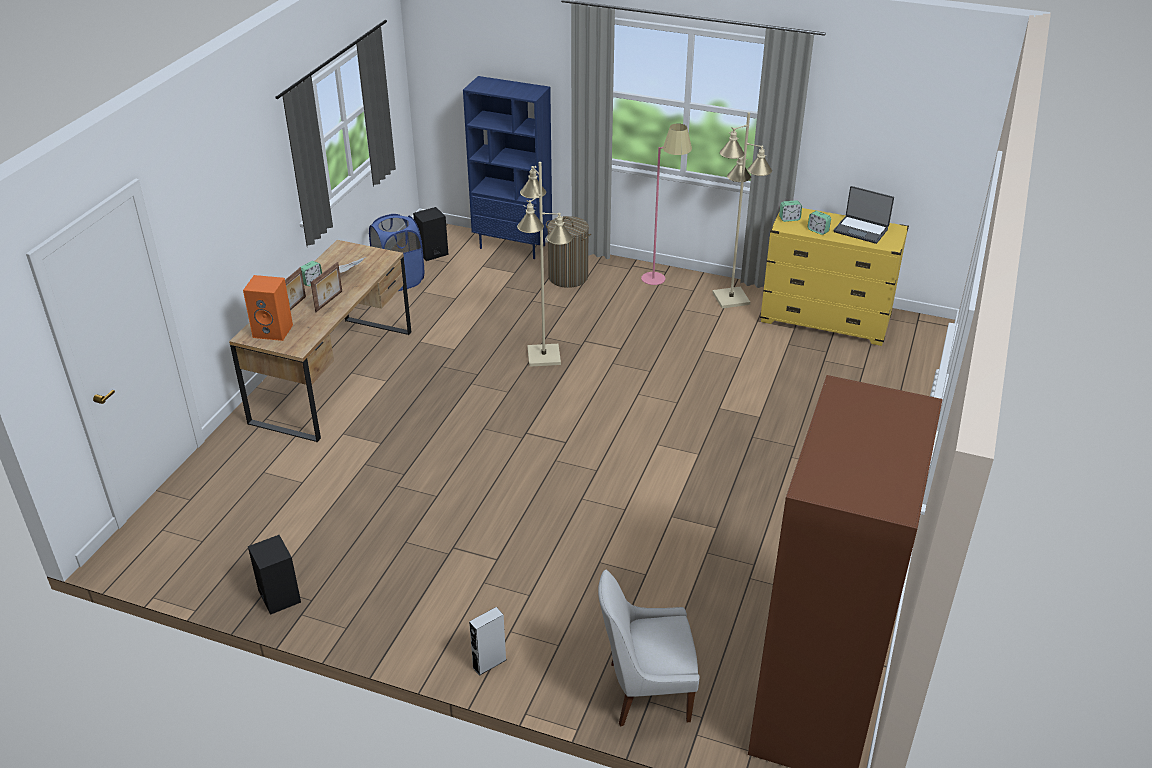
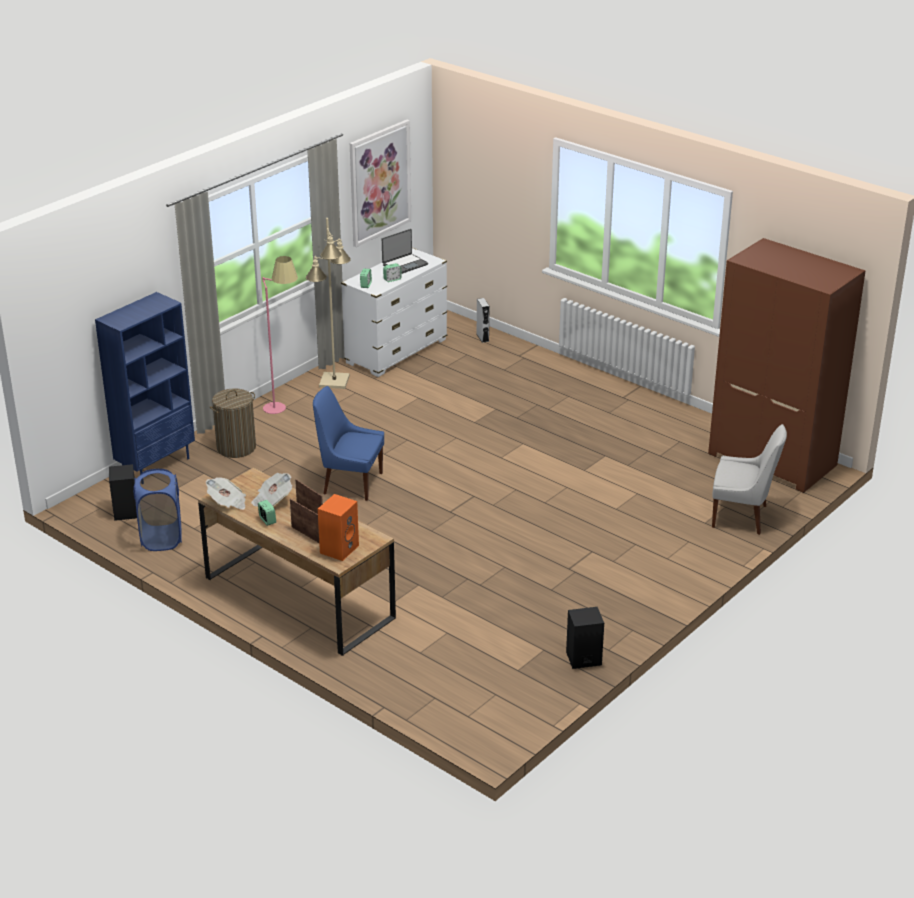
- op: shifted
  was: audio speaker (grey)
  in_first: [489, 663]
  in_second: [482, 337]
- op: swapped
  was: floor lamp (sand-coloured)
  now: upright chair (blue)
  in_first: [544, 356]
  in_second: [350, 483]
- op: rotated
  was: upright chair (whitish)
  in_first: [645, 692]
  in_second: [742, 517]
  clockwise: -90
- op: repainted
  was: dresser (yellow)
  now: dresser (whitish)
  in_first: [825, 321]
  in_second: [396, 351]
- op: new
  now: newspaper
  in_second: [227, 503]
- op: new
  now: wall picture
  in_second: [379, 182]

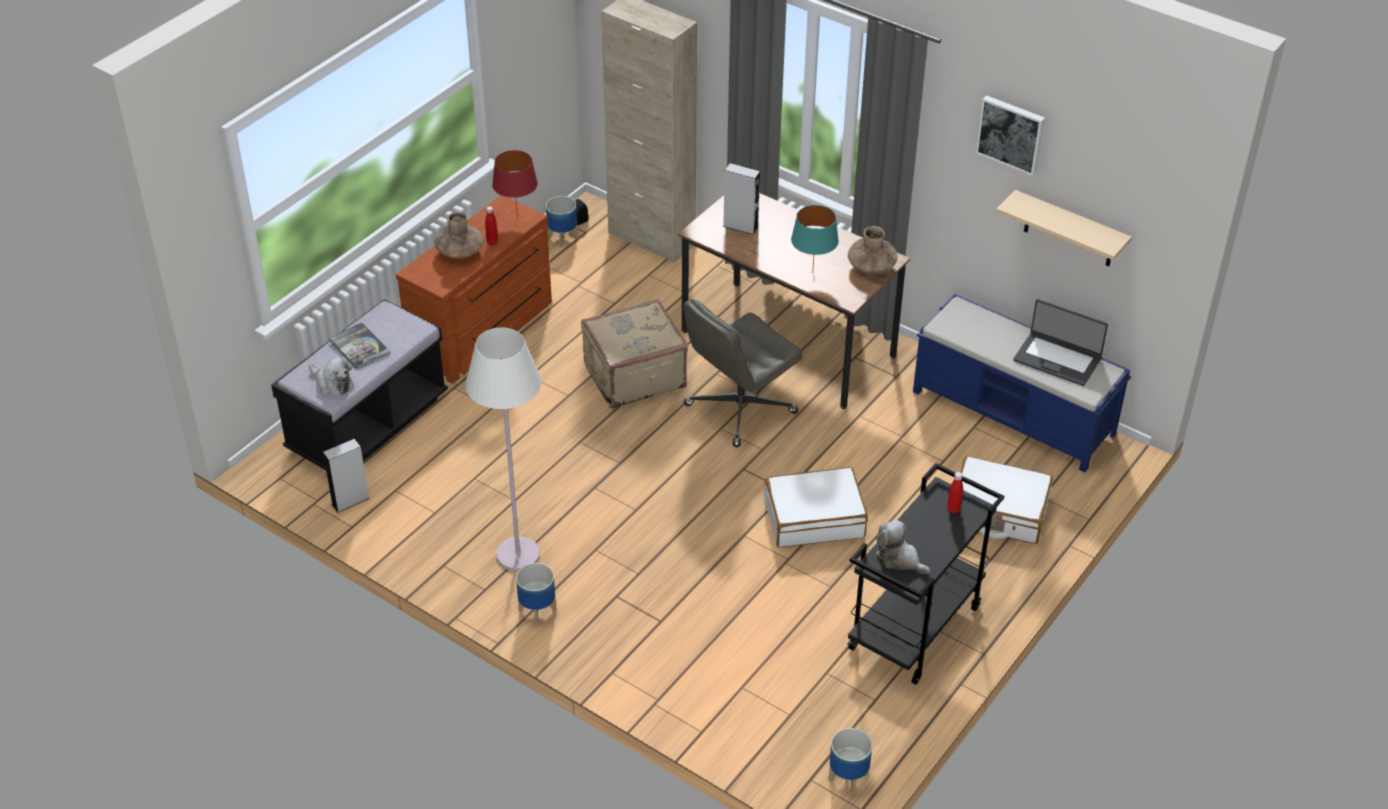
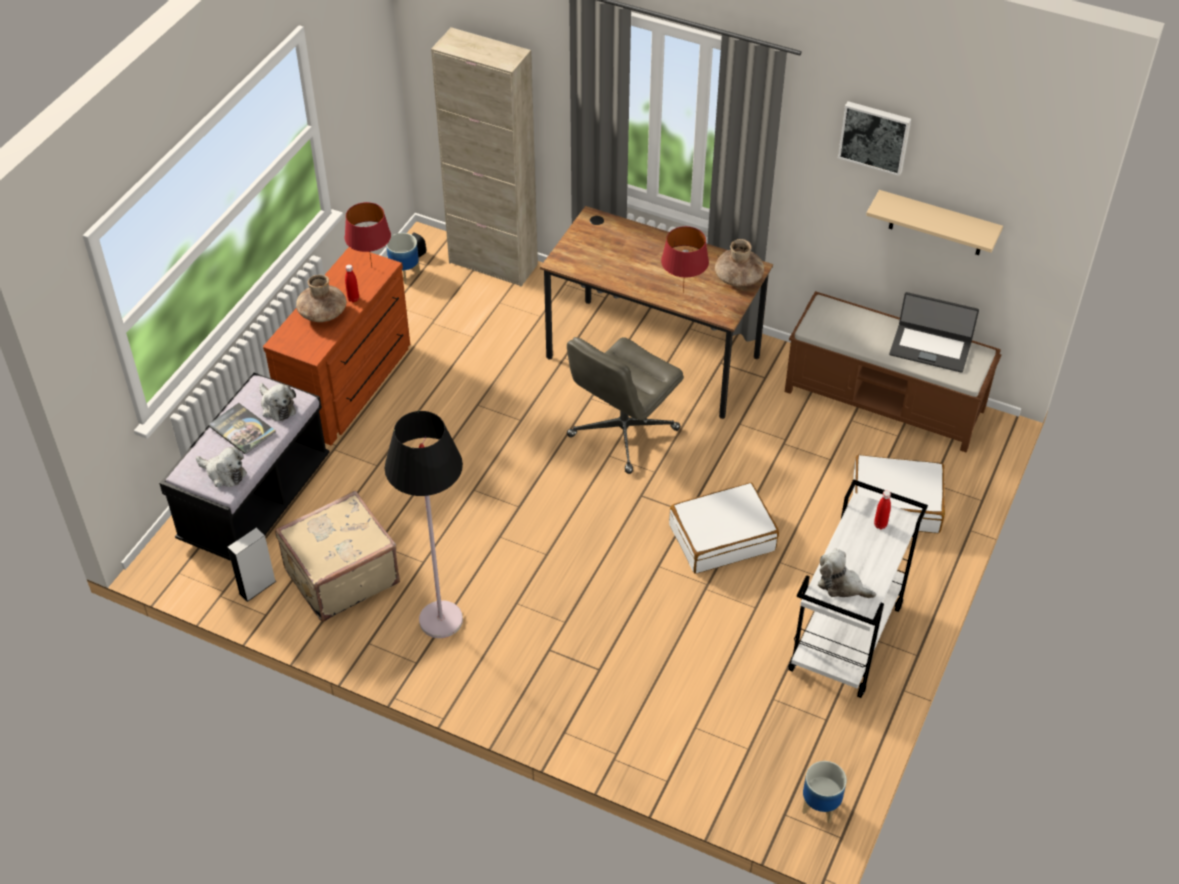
- op: repainted
  was: floor lamp (whitish)
  now: floor lamp (blackish)
  in_first: [518, 555]
  in_second: [441, 620]
- op: gone
  was: planter
  in_first: [537, 611]
- op: shifted
  was: travel case (sand-coloured)
  in_first: [633, 375]
  in_second: [340, 575]
- op: gone
  was: audio speaker (grey)
  in_first: [740, 226]
- op: repainted
  was: tabletop lamp (turquoise)
  now: tabletop lamp (red-coloured)
  in_first: [813, 273]
  in_second: [683, 293]
- op: repainted
  was: wheeled cart (blackish)
  now: wheeled cart (whitish)
  in_first: [914, 629]
  in_second: [846, 640]
- op: repainted
  was: bench (blue)
  now: bench (brownish)
  in_first: [1014, 413]
  in_second: [886, 401]
- op: new
  now: cuddly toy
  in_second: [277, 407]

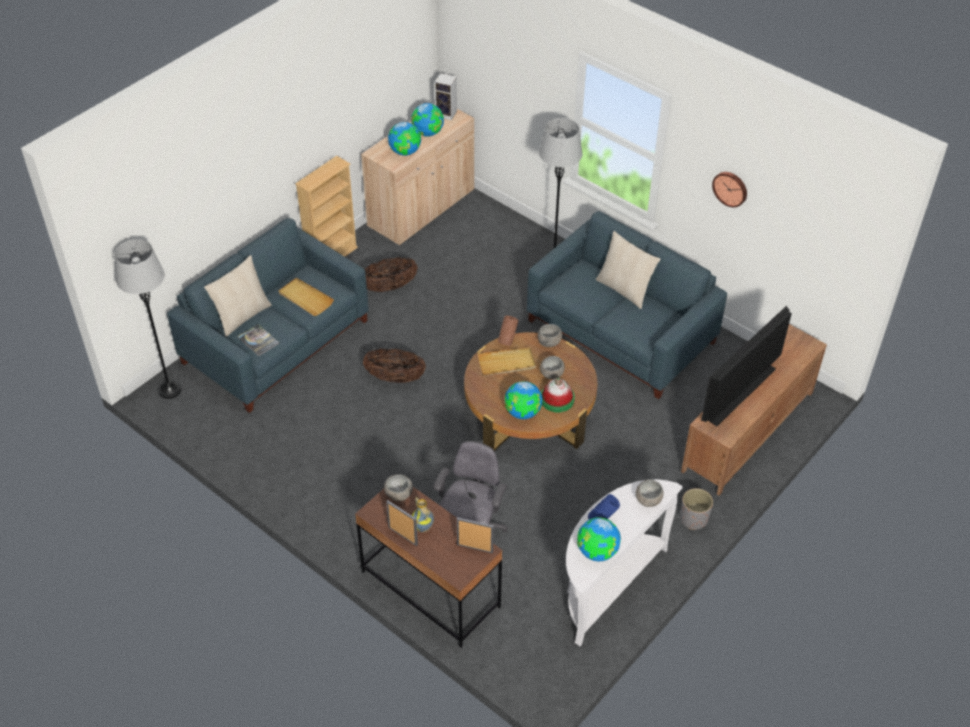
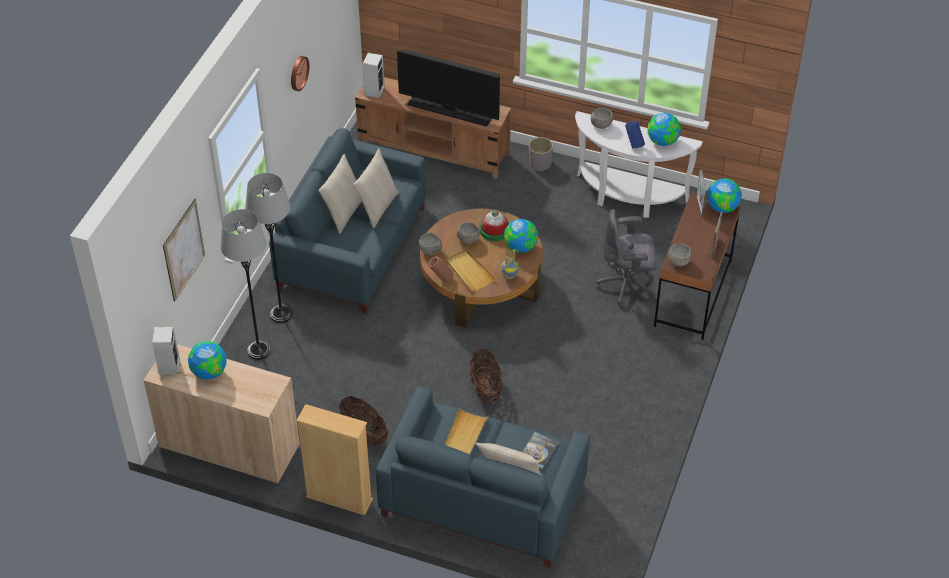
- op: shifted
  was: floor lamp (grey)
  in_first: [169, 390]
  in_second: [258, 351]
- op: shifted
  was: world globe
  in_first: [405, 151]
  in_second: [722, 207]
- op: shifted
  was: flower vase
  in_first: [423, 527]
  in_second: [509, 275]
- op: new
  now: wall picture
  in_second: [184, 250]
- op: new
  now: pillow (sand-coloured)
  in_second: [377, 207]
- op: new
  now: audio speaker
  in_second: [374, 90]

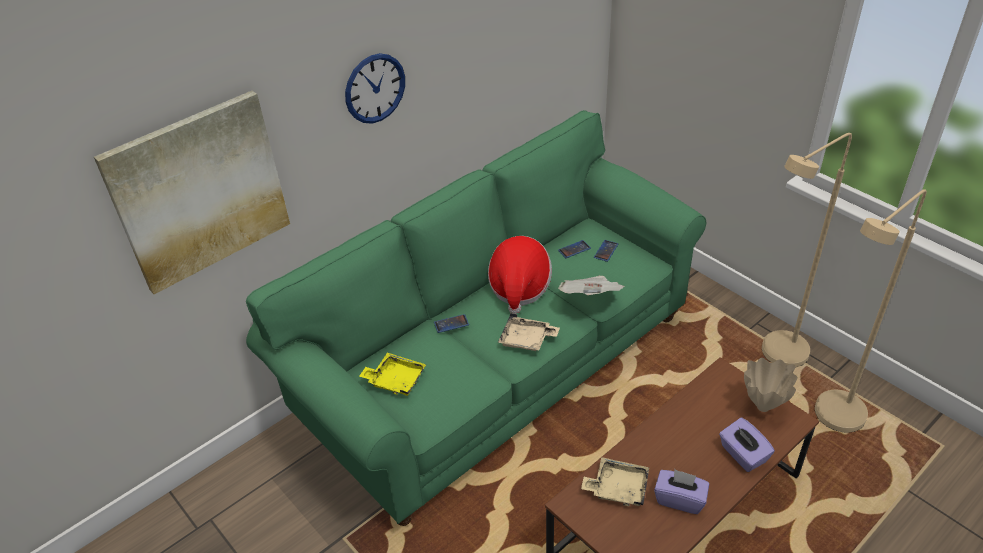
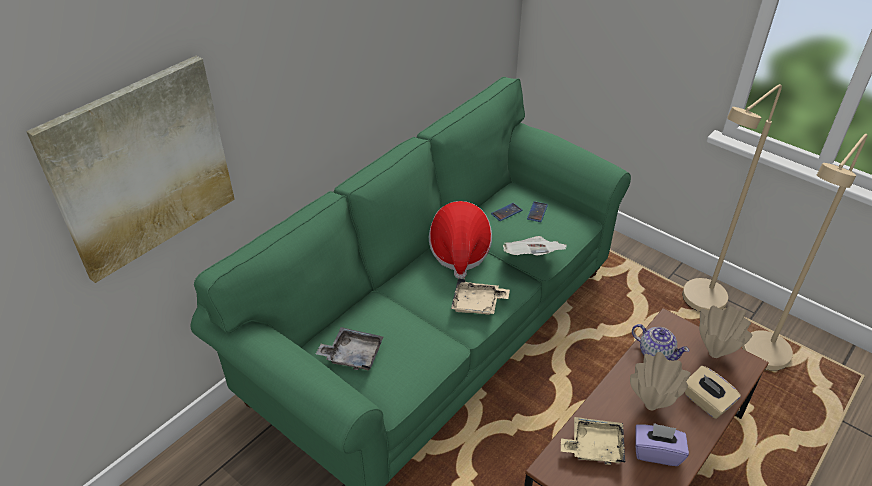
- op: gone
  was: hanging clock
  in_first: [375, 88]
- op: repainted
  was: serving tray (yellow)
  now: serving tray (grey)
  in_first: [395, 380]
  in_second: [352, 355]
- op: gone
  was: telephone
  in_first: [451, 324]
- op: repainted
  was: box of tissues (purplish)
  now: box of tissues (sand-coloured)
  in_first: [742, 455]
  in_second: [706, 402]
- op: new
  now: flower vase (sand-coloured)
  in_second: [652, 405]
- op: new
  now: teapot
  in_second: [655, 353]

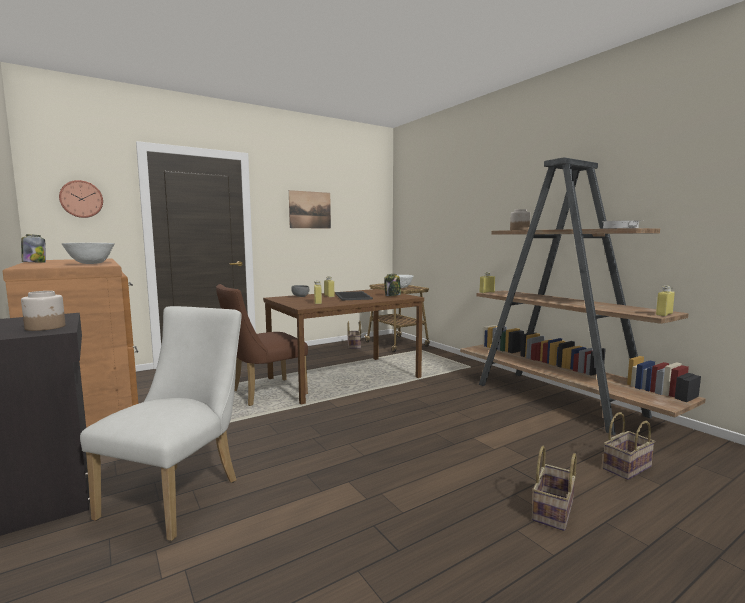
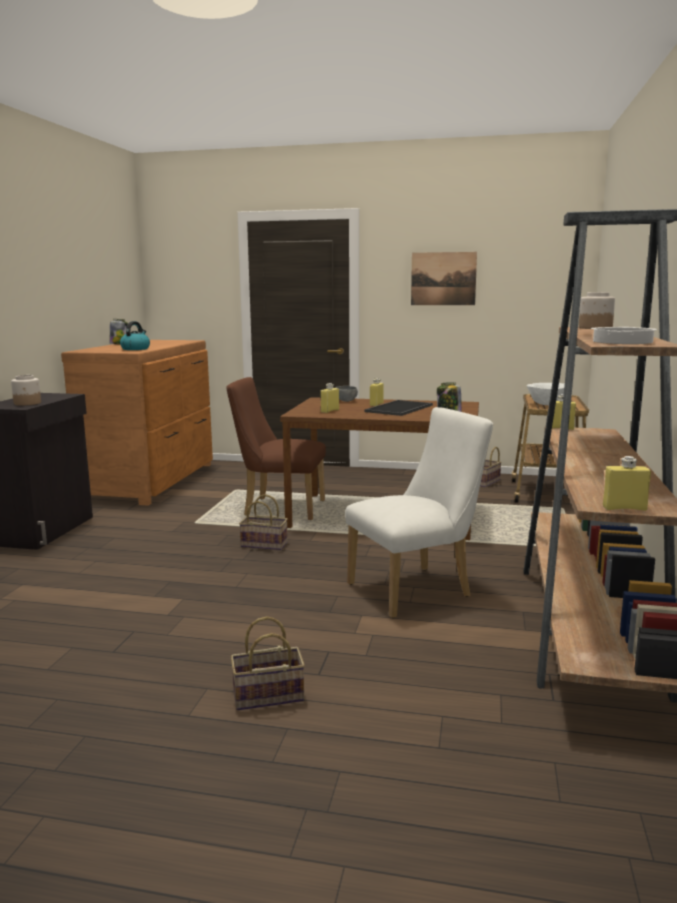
- op: gone
  was: hanging clock
  in_first: [81, 199]
- op: swapped
  was: serving bowl (whitish)
  now: water kettle
  in_first: [90, 264]
  in_second: [135, 349]
- op: shifted
  was: upright chair (whitish)
  in_first: [179, 494]
  in_second: [417, 589]
- op: shifted
  was: storage basket
  in_first: [626, 467]
  in_second: [265, 544]

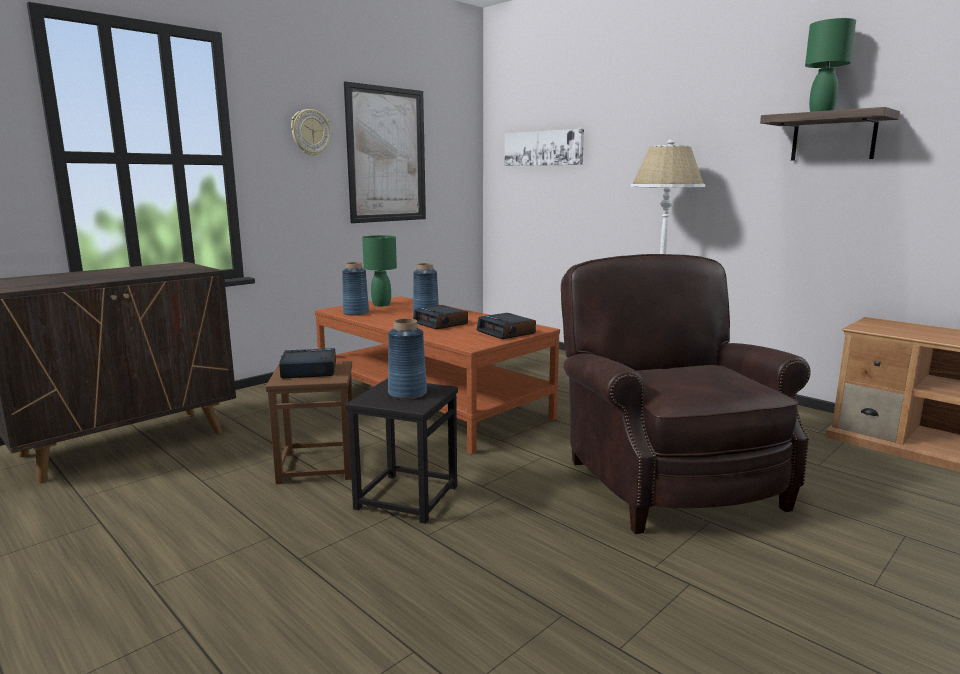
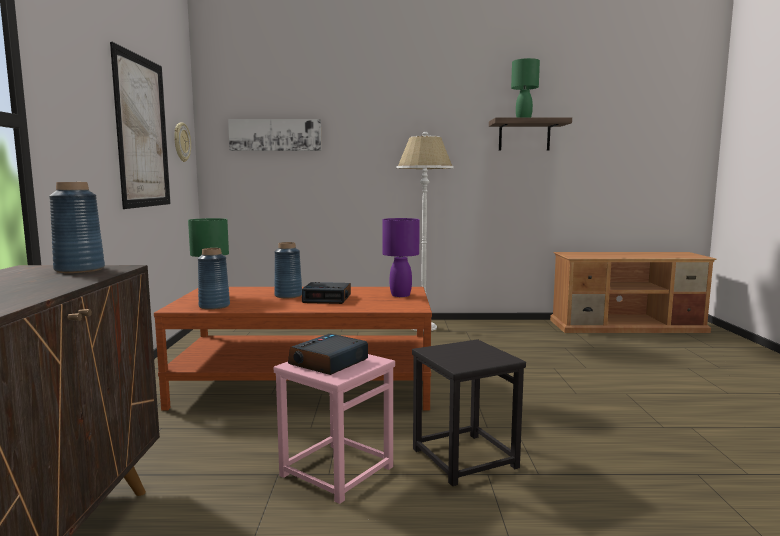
- op: repainted
  was: stool (brownish)
  now: stool (pink-coloured)
  in_first: [318, 465]
  in_second: [336, 471]
- op: shifted
  was: hanging clock
  in_first: [310, 132]
  in_second: [181, 142]
- op: shifted
  was: flower vase (blue)
  in_first: [407, 393]
  in_second: [79, 269]
- op: swapped
  was: table clock
  now: tabletop lamp (purplish)
  in_first: [506, 332]
  in_second: [401, 295]
- op: gone
  was: lounge chair (brownish)
  in_first: [666, 479]

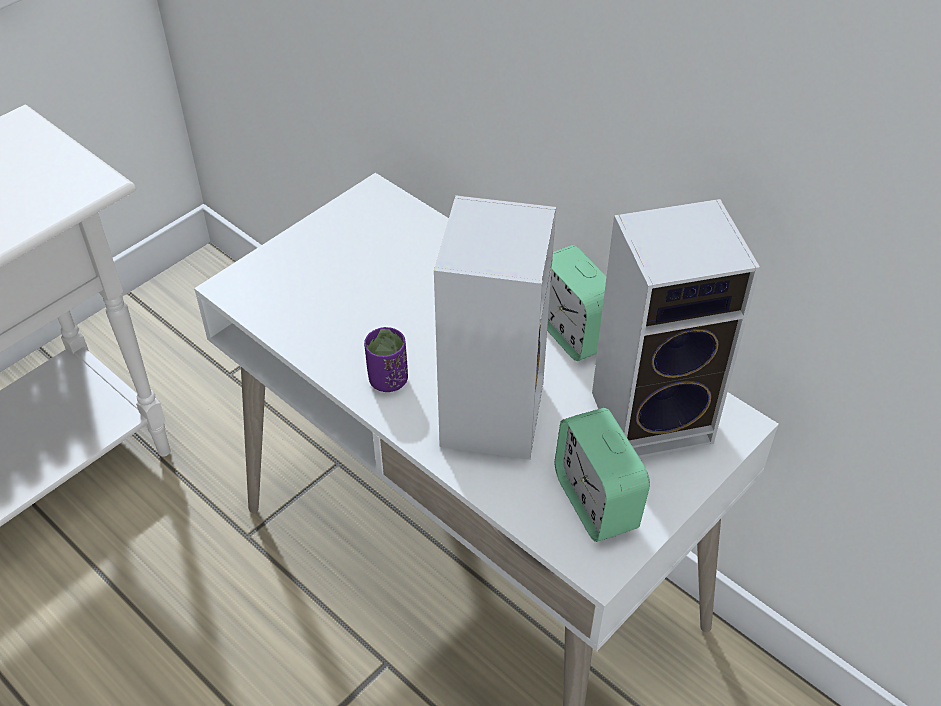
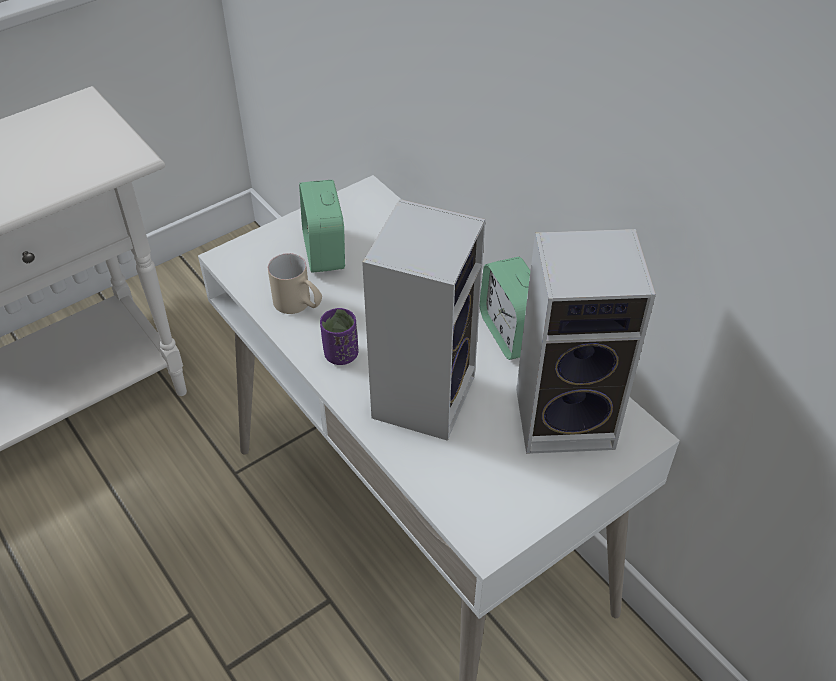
- op: shifted
  was: table clock
  in_first: [596, 501]
  in_second: [324, 251]
- op: new
  now: mug (sand-coloured)
  in_second: [299, 305]

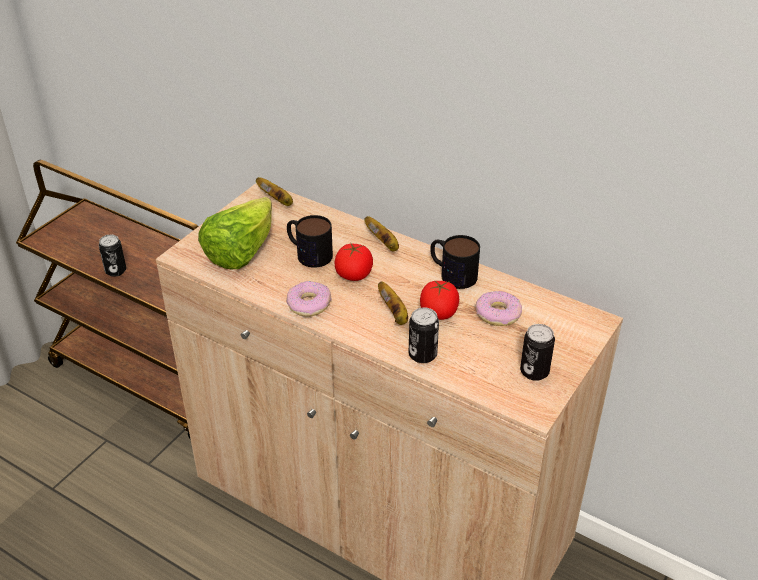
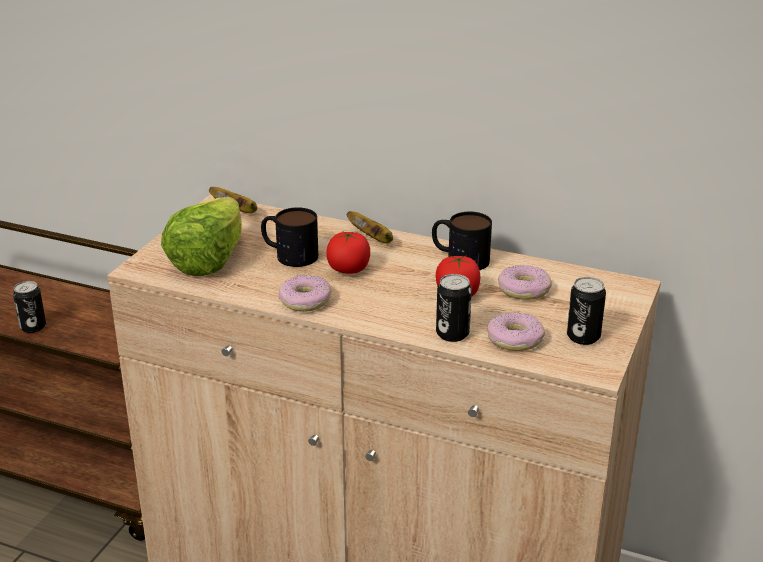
- op: gone
  was: banana fruit
  in_first: [394, 313]
- op: new
  now: doughnut
  in_second: [514, 339]

